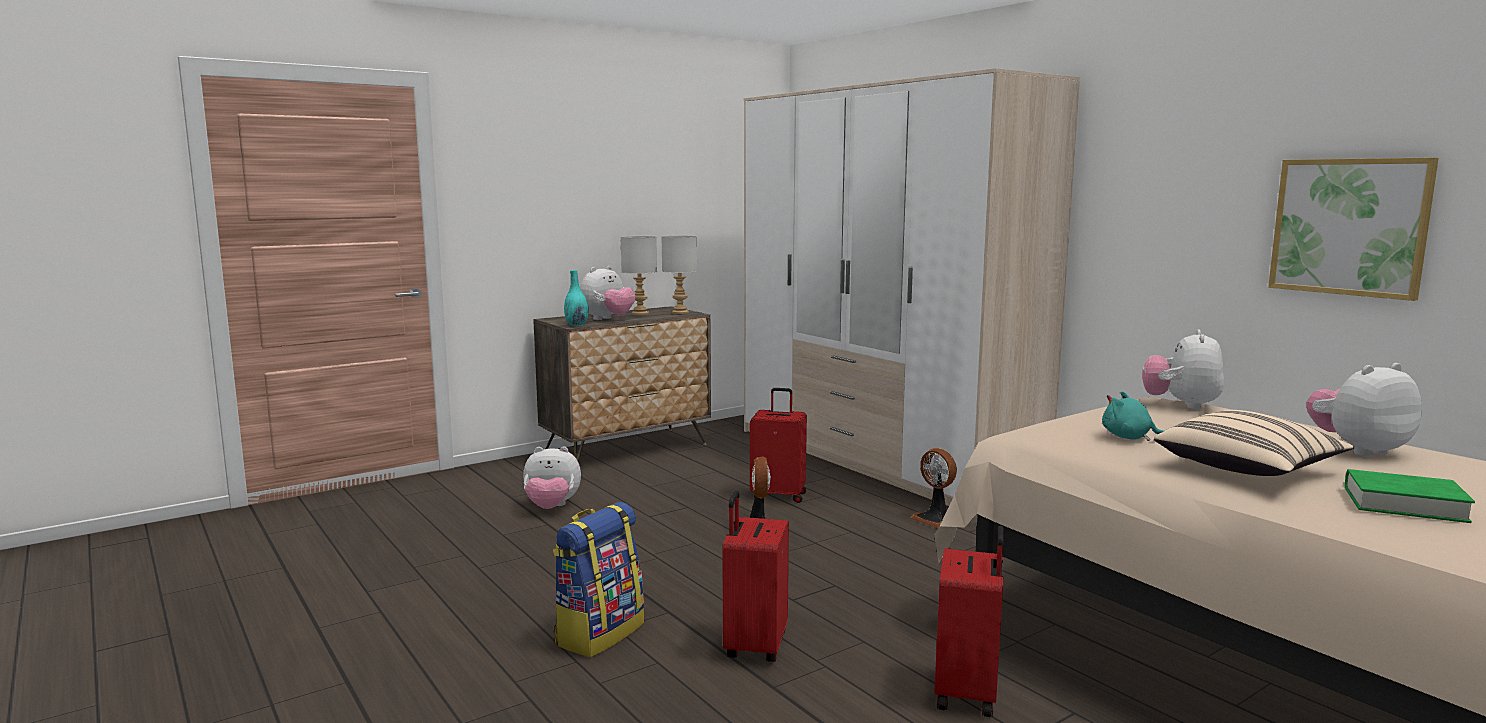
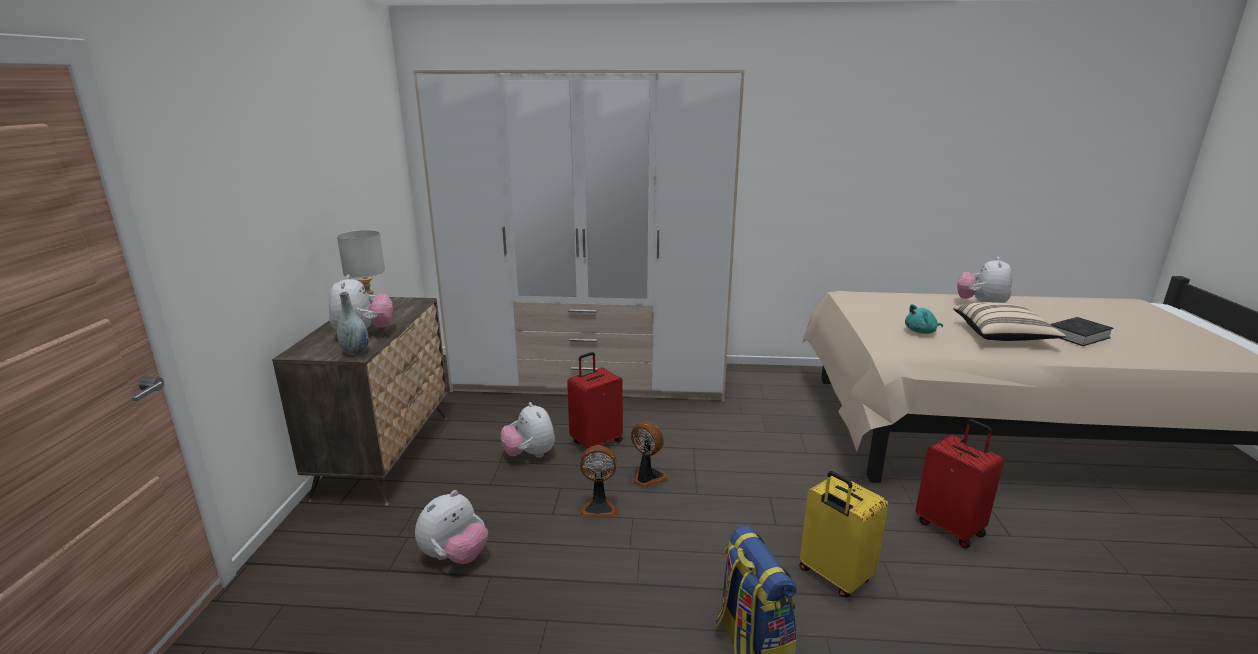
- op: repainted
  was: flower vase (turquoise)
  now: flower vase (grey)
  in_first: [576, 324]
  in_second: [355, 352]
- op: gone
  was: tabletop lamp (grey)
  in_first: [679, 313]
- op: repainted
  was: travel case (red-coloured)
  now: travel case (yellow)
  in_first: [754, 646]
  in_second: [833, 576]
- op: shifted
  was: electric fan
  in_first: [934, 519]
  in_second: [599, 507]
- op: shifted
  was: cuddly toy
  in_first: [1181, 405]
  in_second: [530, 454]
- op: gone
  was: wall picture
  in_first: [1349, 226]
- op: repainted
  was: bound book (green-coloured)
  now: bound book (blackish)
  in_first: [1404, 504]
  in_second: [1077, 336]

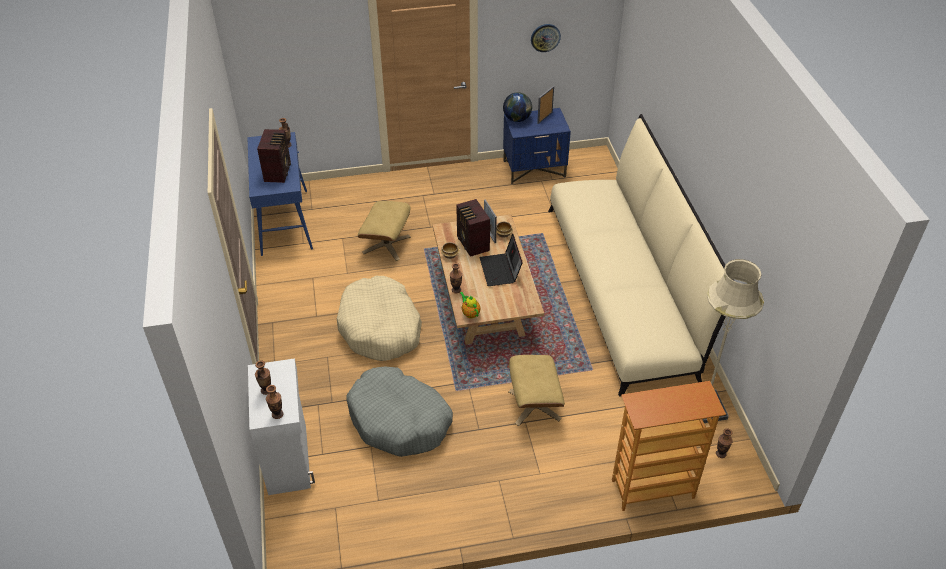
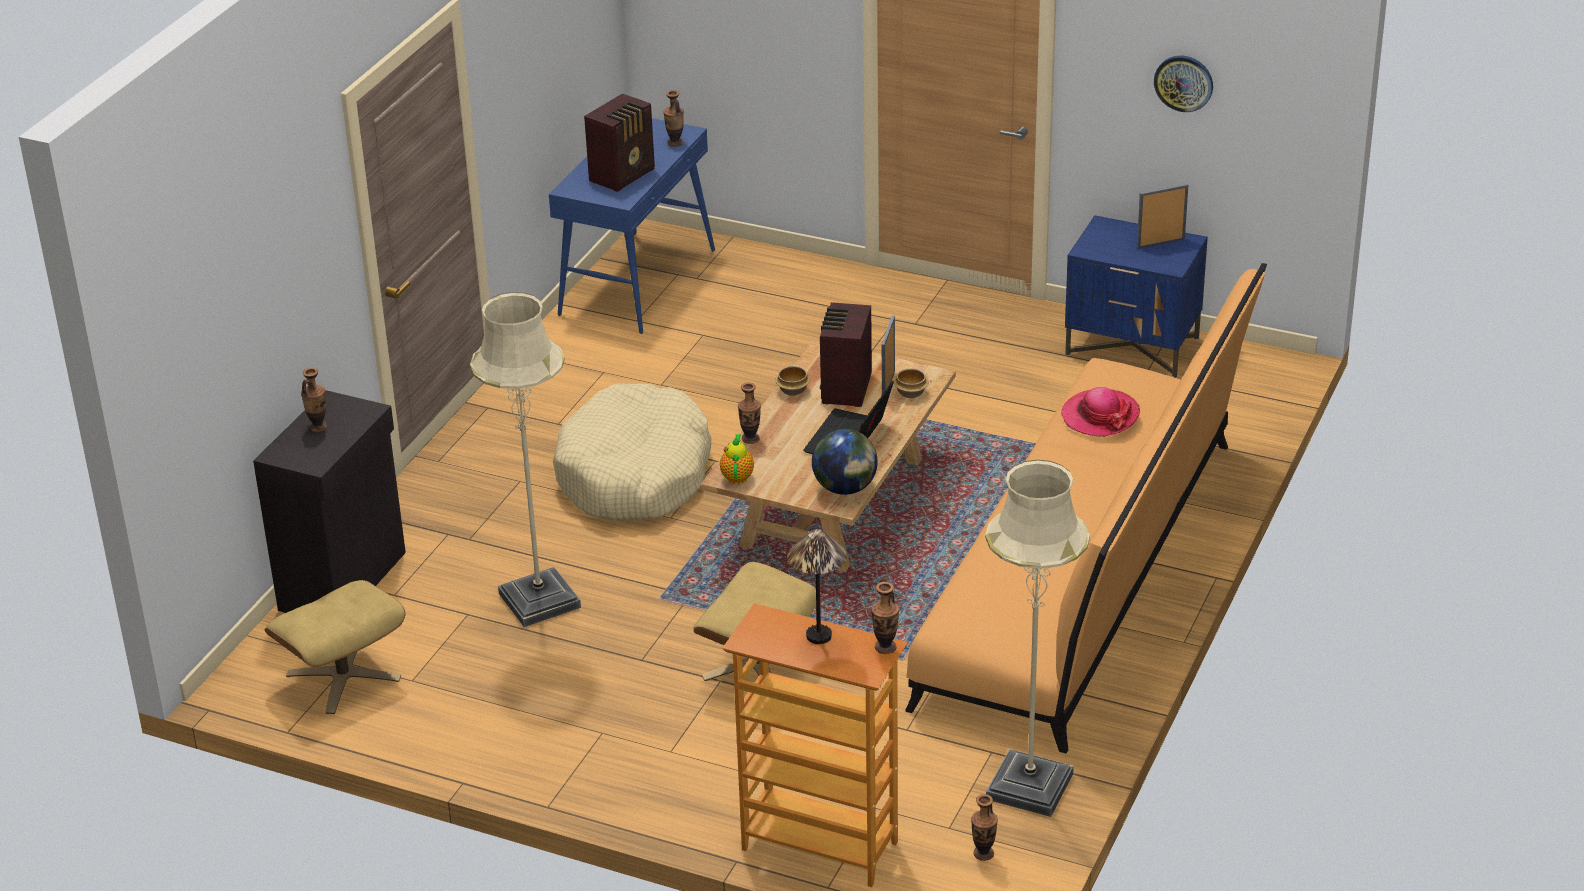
- op: repainted
  was: cupboard (whitish)
  now: cupboard (blackish)
  in_first: [289, 458]
  in_second: [345, 581]
- op: shifted
  was: flower vase
  in_first: [277, 414]
  in_second: [885, 647]
- op: swapped
  was: dog cushion (grey)
  now: floor lamp (sand-coloured)
  in_first: [399, 420]
  in_second: [539, 600]
- op: shifted
  was: ottoman (sand-coloured)
  in_first: [387, 244]
  in_second: [343, 677]
- op: shifted
  was: world globe
  in_first: [517, 119]
  in_second: [845, 488]
- op: repainted
  was: couch (sand-coloured)
  now: couch (orange)
  in_first: [624, 288]
  in_second: [1089, 574]
- op: new
  now: tabletop lamp
  in_second: [818, 636]
- op: new
  now: clothing hat
  in_second: [1100, 416]

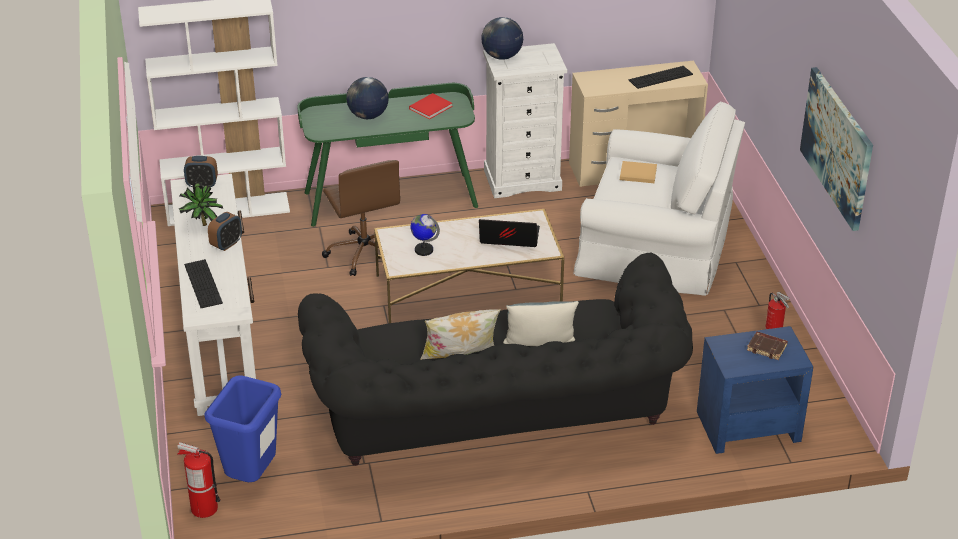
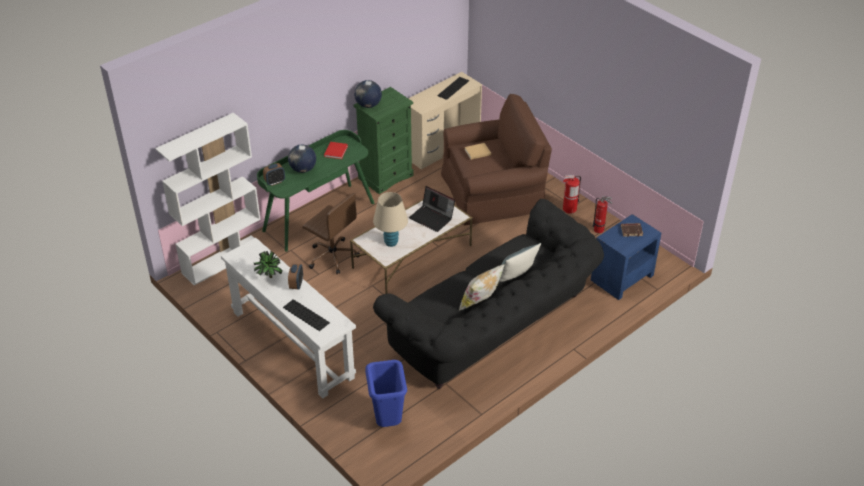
- op: shifted
  was: extinguisher
  in_first: [204, 508]
  in_second: [569, 209]
- op: shifted
  was: table clock
  in_first: [202, 185]
  in_second: [275, 182]
- op: swapped
  was: world globe
  now: tabletop lamp (sand-coloured)
  in_first: [423, 250]
  in_second: [391, 242]
- op: rotated
  was: laptop
  in_first: [508, 239]
  in_second: [432, 218]
  clockwise: -120
- op: repainted
  was: dresser (whitish)
  now: dresser (green-coloured)
  in_first: [523, 180]
  in_second: [386, 176]
- op: repainted
  was: lounge chair (whitish)
  now: lounge chair (brownish)
  in_first: [656, 247]
  in_second: [493, 192]
- op: gone
  was: wall picture
  in_first: [837, 147]

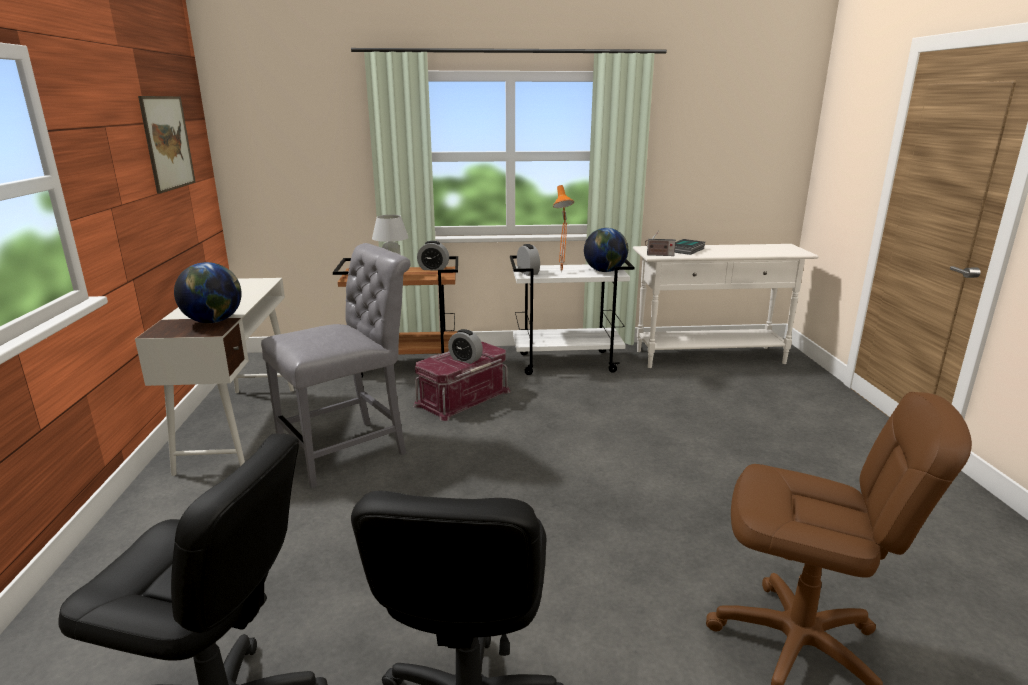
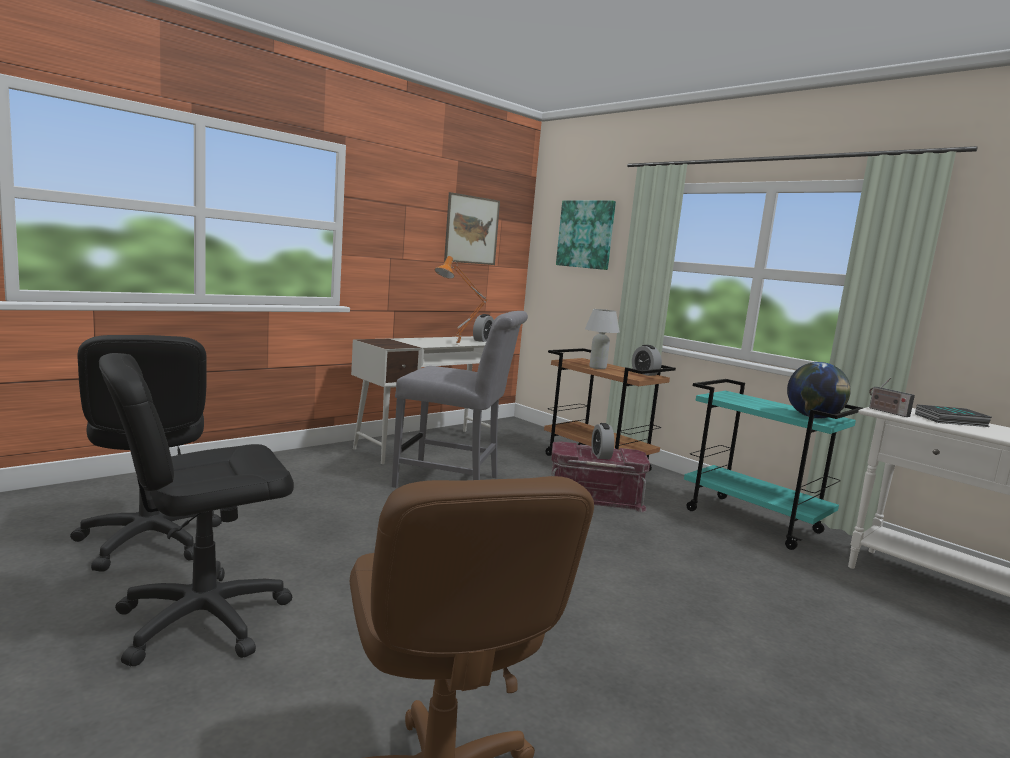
- op: gone
  was: world globe
  in_first: [213, 321]
- op: repainted
  was: wheeled cart (whitish)
  now: wheeled cart (turquoise)
  in_first: [567, 362]
  in_second: [754, 521]
- op: shifted
  was: table clock
  in_first: [528, 273]
  in_second: [483, 340]
- op: shifted
  was: tabletop lamp (orange)
  in_first: [563, 272]
  in_second: [458, 345]
- op: new
  now: wall picture
  in_second: [586, 234]

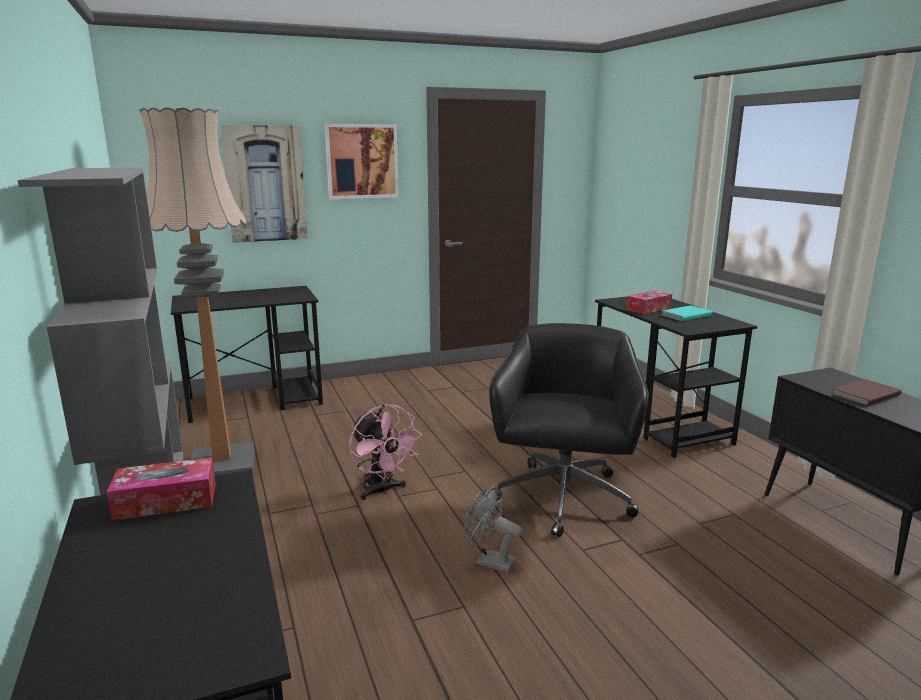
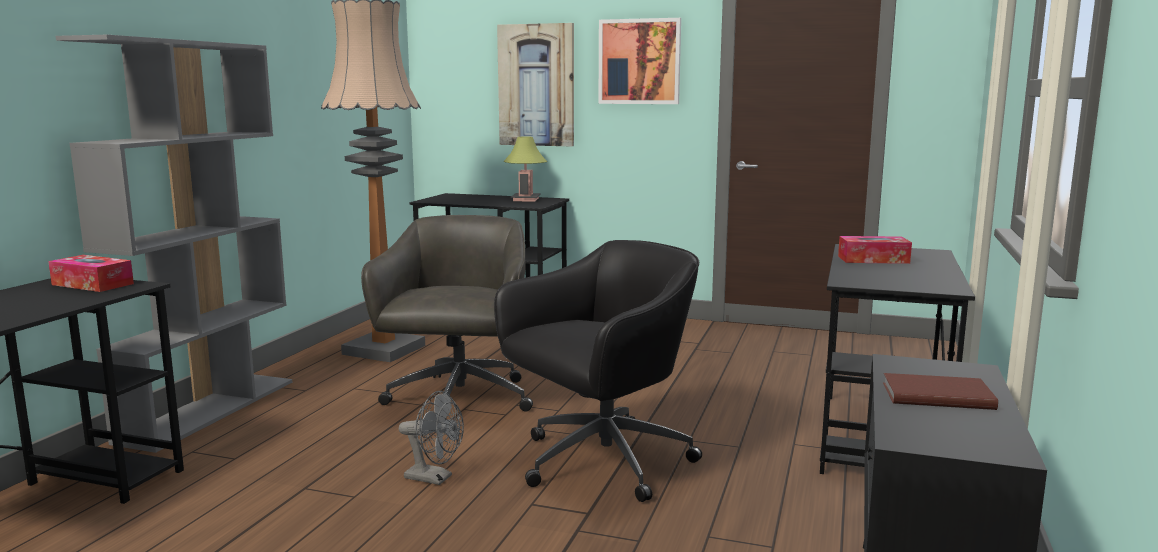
- op: swapped
  was: electric fan (pink-coloured)
  now: computer chair (grey)
  in_first: [382, 491]
  in_second: [458, 401]
- op: rotated
  was: electric fan (grey)
  in_first: [489, 562]
  in_second: [435, 478]
  clockwise: 135
- op: gone
  was: bound book (turquoise)
  in_first: [685, 315]
- op: new
  now: tabletop lamp
  in_second: [525, 199]

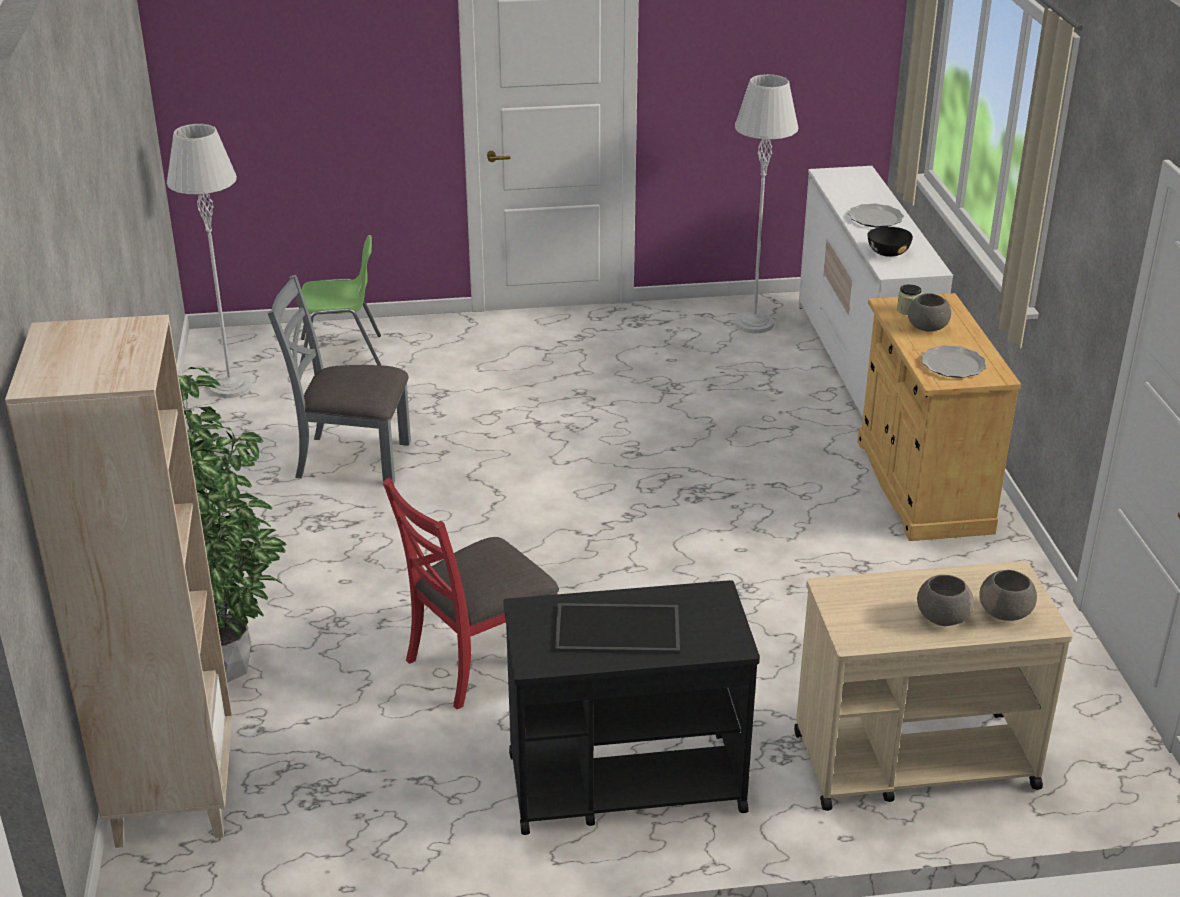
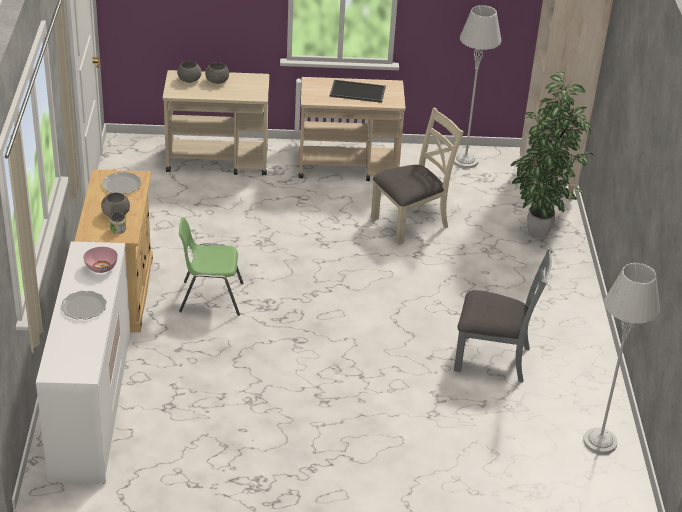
- op: shifted
  was: upright chair (green-coloured)
  in_first: [342, 353]
  in_second: [210, 297]
- op: repainted
  was: upright chair (red-coloured)
  now: upright chair (sand-coloured)
  in_first: [479, 661]
  in_second: [410, 222]
- op: repainted
  was: wheeled cart (blackish)
  now: wheeled cart (sand-coloured)
  in_first: [624, 782]
  in_second: [349, 167]
- op: shifted
  was: floor lamp (grey)
  in_first: [754, 324]
  in_second: [465, 161]
- op: repainted
  was: serving bowl (blackish)
  now: serving bowl (pink-coloured)
  in_first: [888, 252]
  in_second: [101, 268]

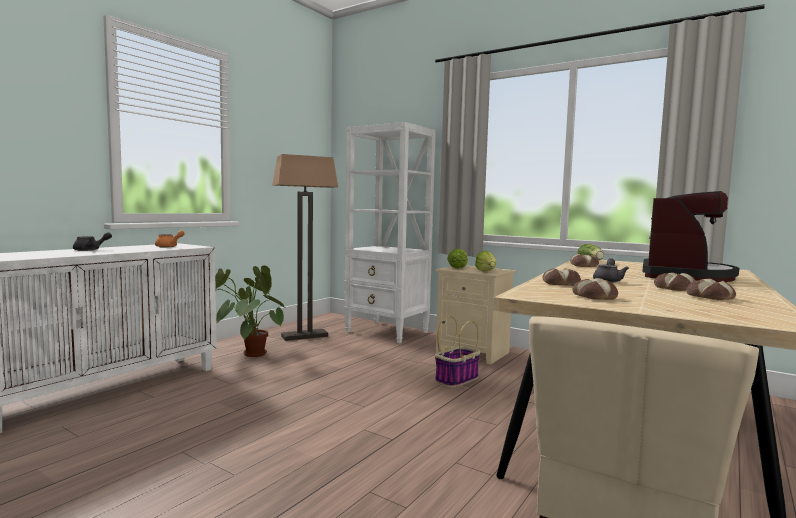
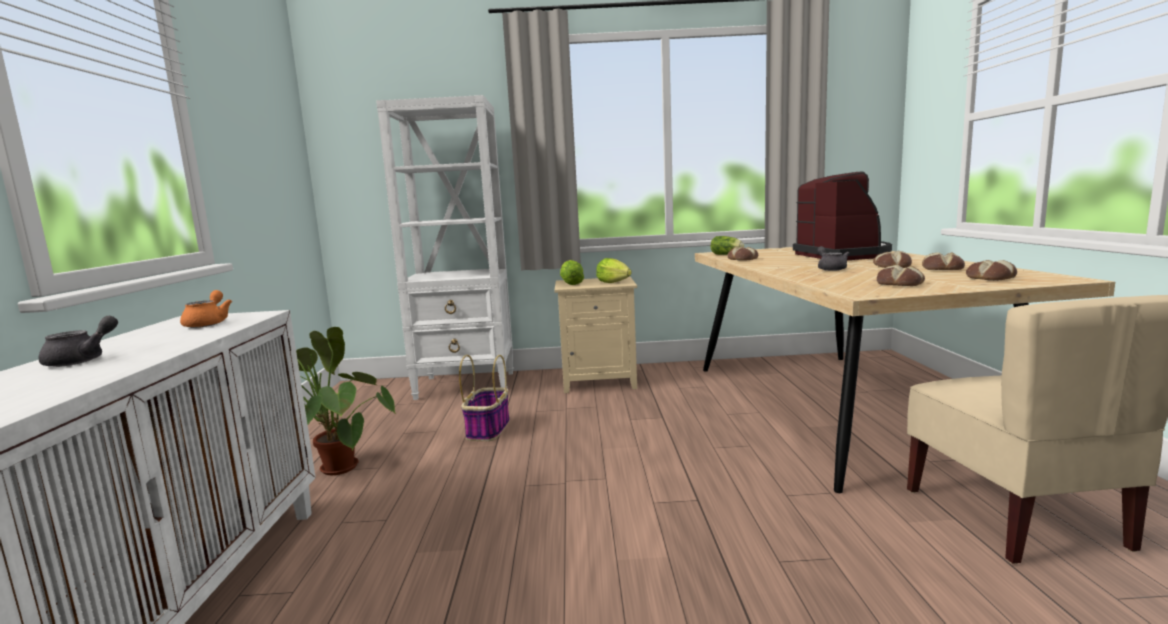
- op: gone
  was: floor lamp
  in_first: [305, 336]
- op: shifted
  was: storage basket
  in_first: [457, 379]
  in_second: [488, 429]
- op: shifted
  was: bread
  in_first: [560, 283]
  in_second: [989, 277]

